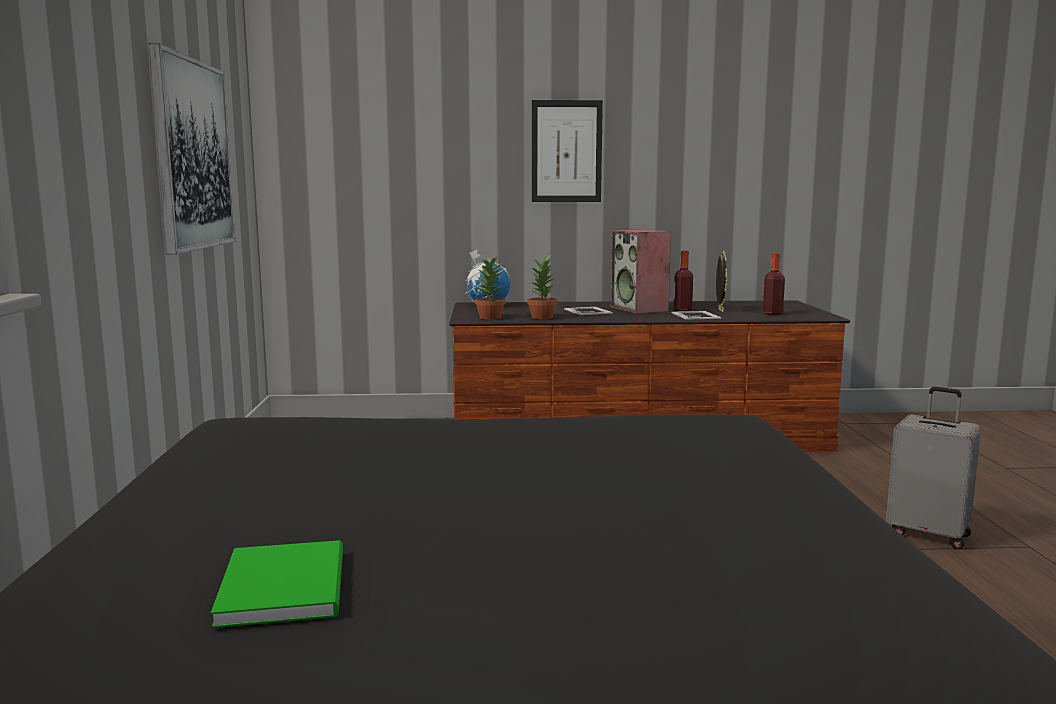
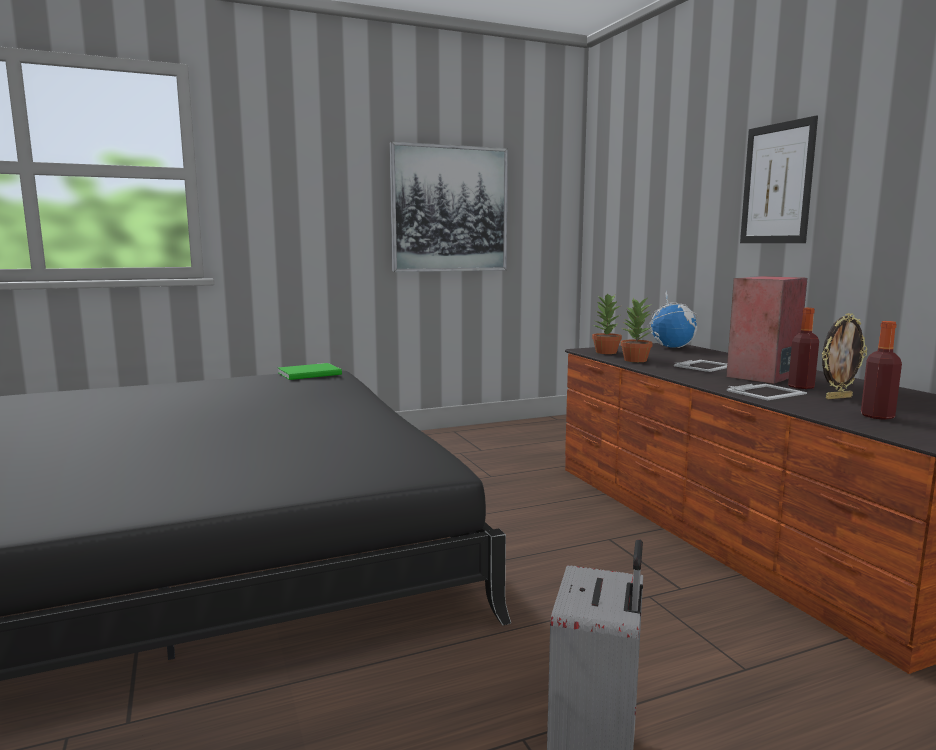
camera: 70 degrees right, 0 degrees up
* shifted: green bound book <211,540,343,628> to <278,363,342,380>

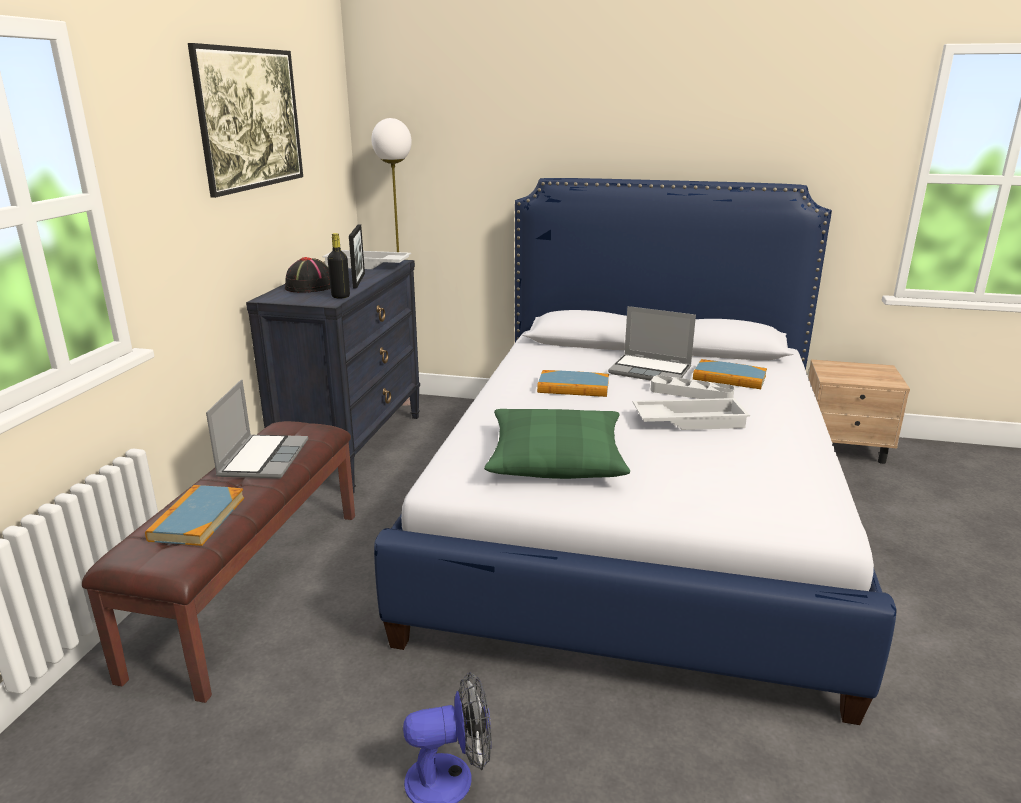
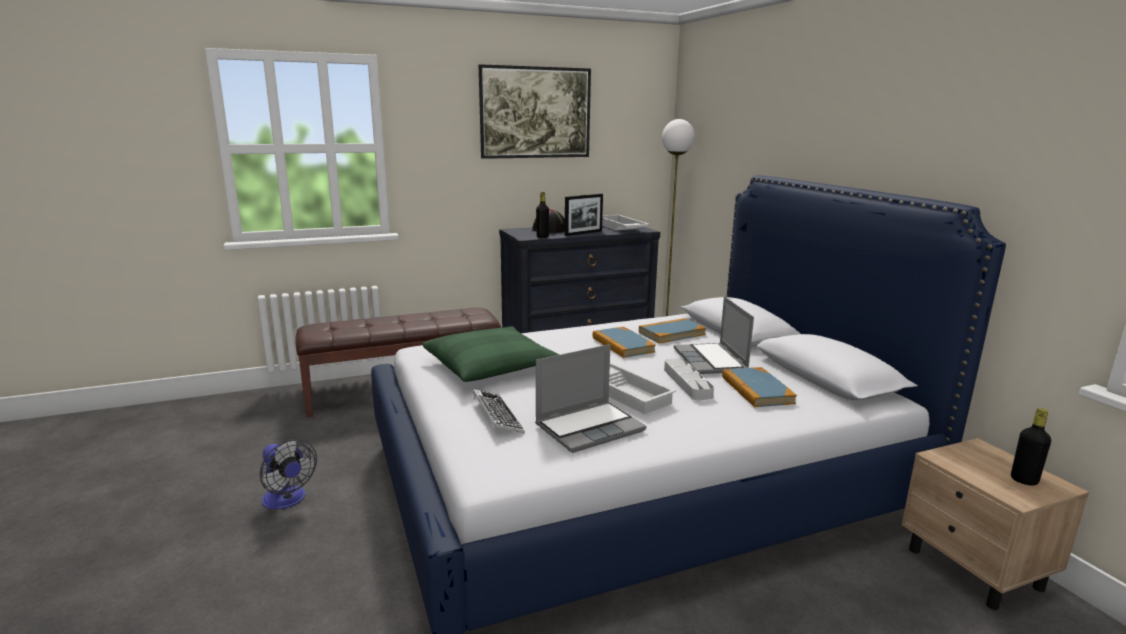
camera: 55 degrees right, 5 degrees down
* new: computer keyboard <472,389,525,433>
* shifted: portable computer <206,379,308,478> to <535,344,646,453>
* shifted: bound book <145,485,244,546> to <639,318,706,343>
* new: black drink bottle <1011,408,1051,486>

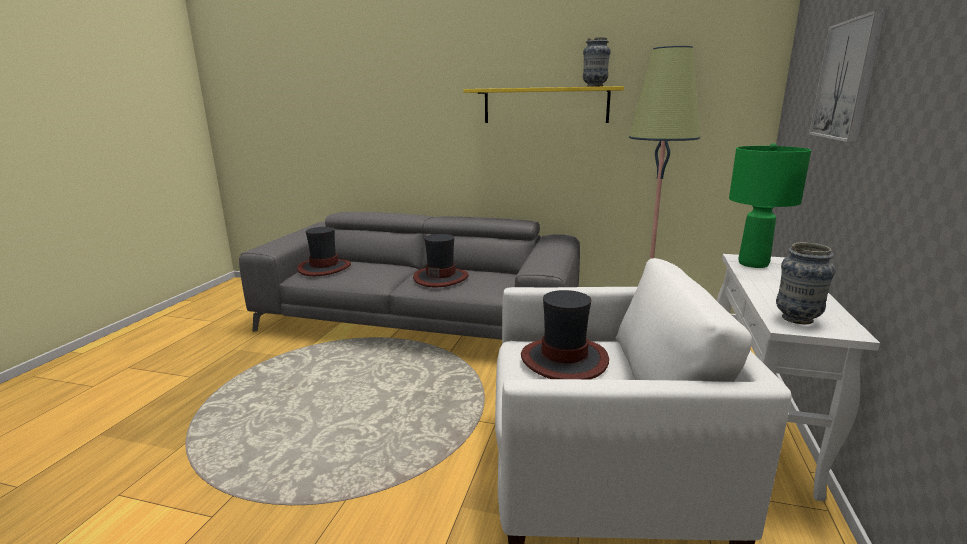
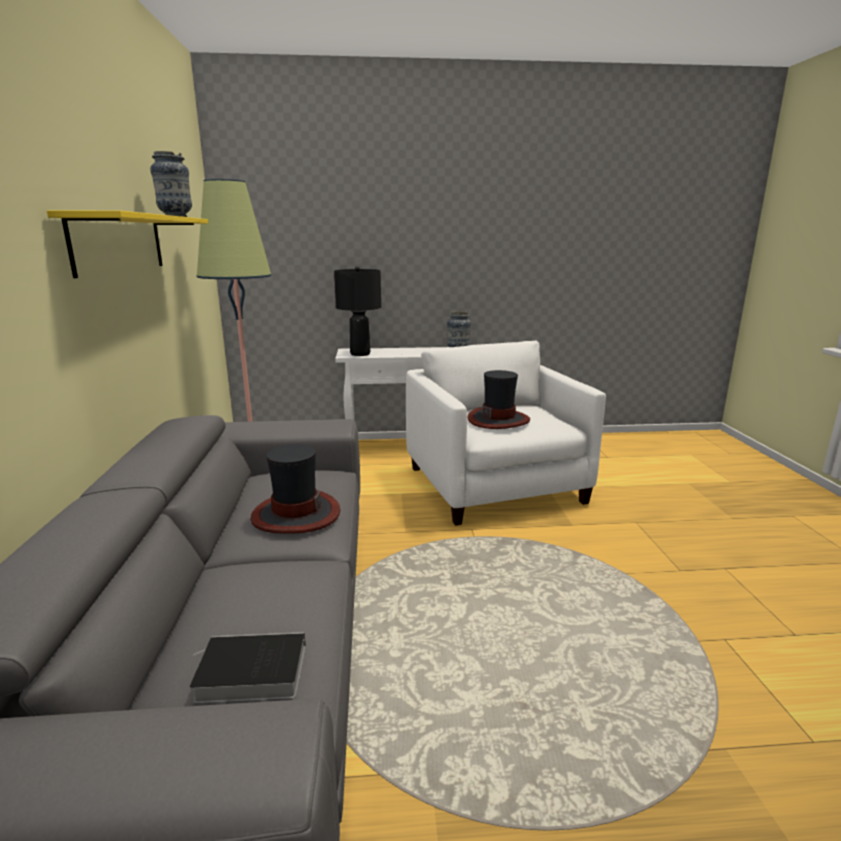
camera: 110 degrees left, 0 degrees up
* swapped: clothing hat <297,227,351,276> to bound book <190,632,306,703>
* repainted: green tabletop lamp <729,143,811,268> to black tabletop lamp <334,267,381,356>
* gone: wall picture <809,10,886,142>

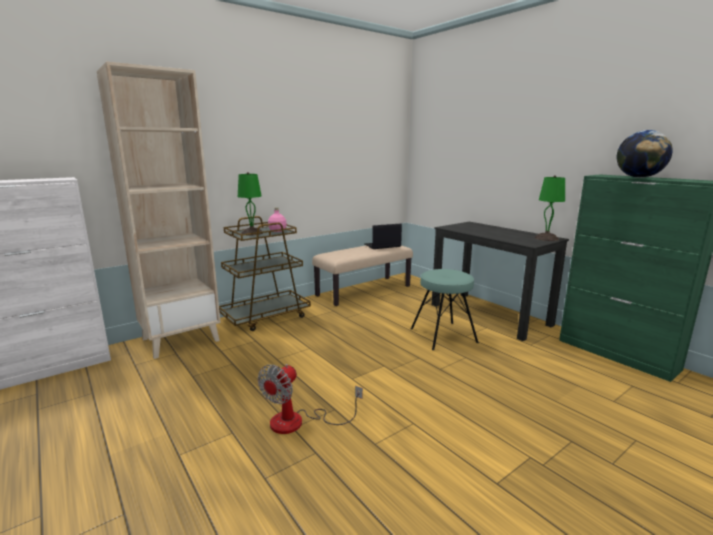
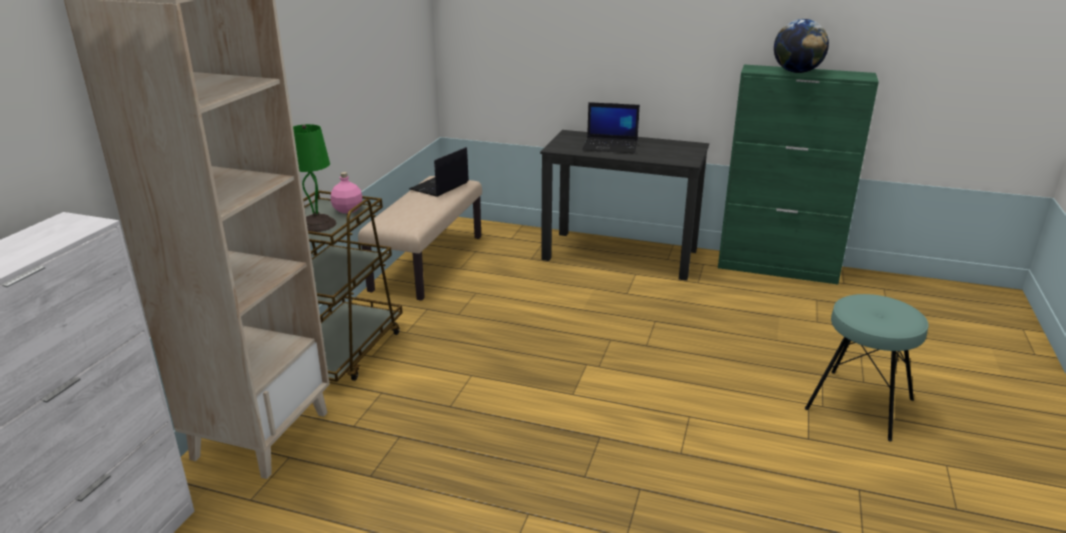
camera: 35 degrees left, 10 degrees up
* new: portable computer <582,102,640,153>
* shifted: turquoise-coloured stool <411,269,479,350> to <805,294,929,442>
* gone: fan <258,364,363,434>
* gone: green tabletop lamp <535,175,565,241>

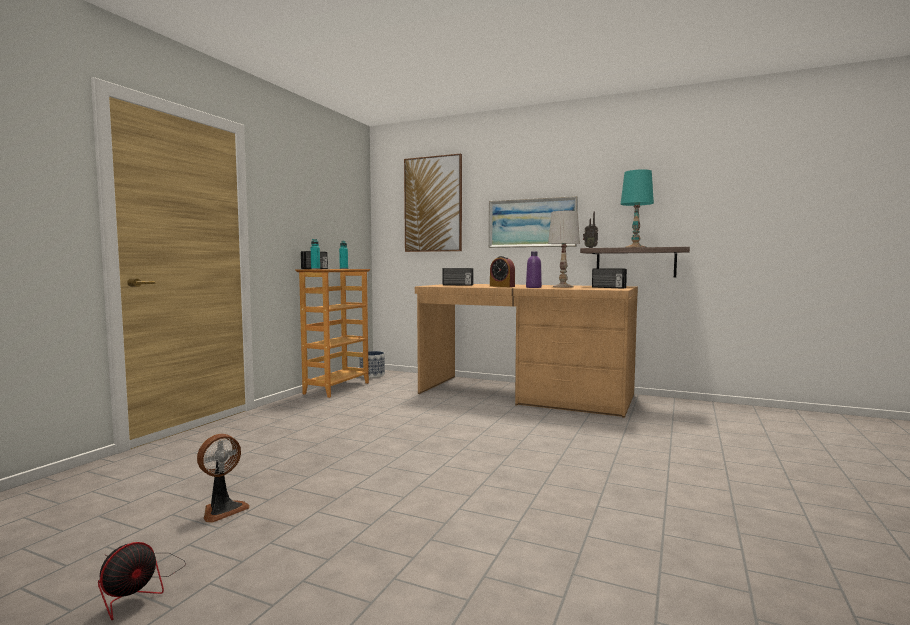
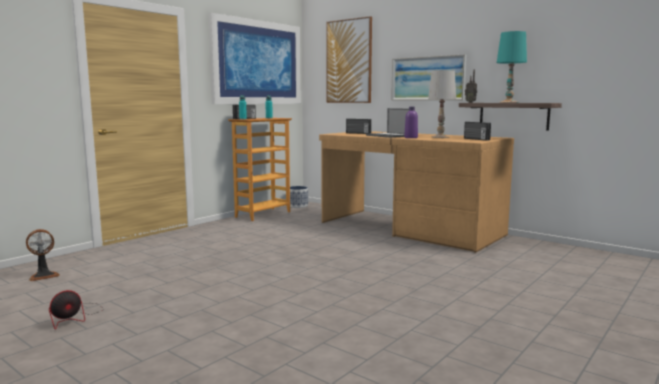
camera: 15 degrees right, 5 degrees up
* shifted: fan <197,434,250,523> to <26,229,60,281>
* new: wall picture <208,13,301,104>
* swapped: table clock <490,256,515,287> to portable computer <366,108,409,138>

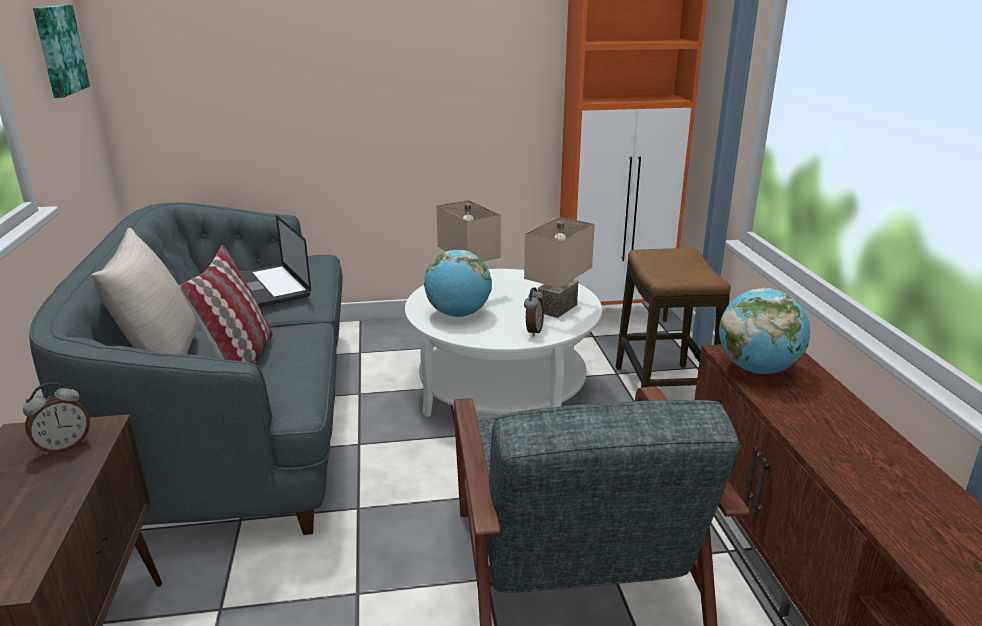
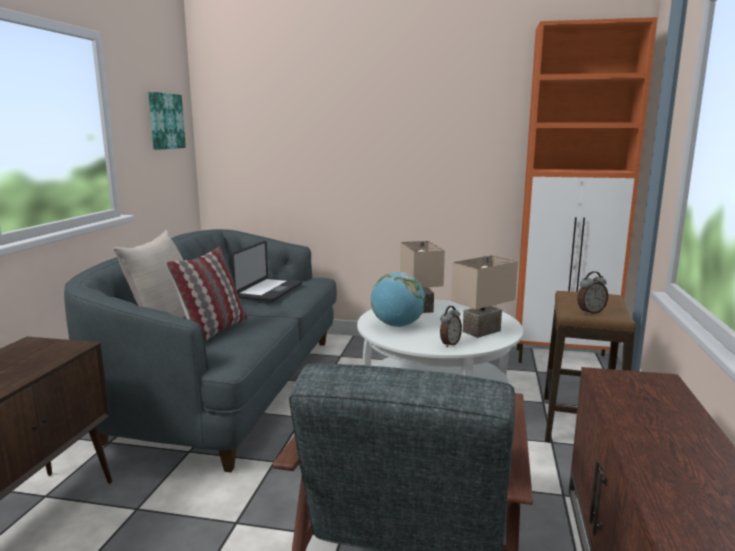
camera: 20 degrees right, 10 degrees down
* rotated: portable computer <240,215,311,307> = <232,241,302,302> 150 degrees counterclockwise
* shifted: table clock <23,382,90,456> to <577,271,608,314>
* gone: globe <719,288,810,374>

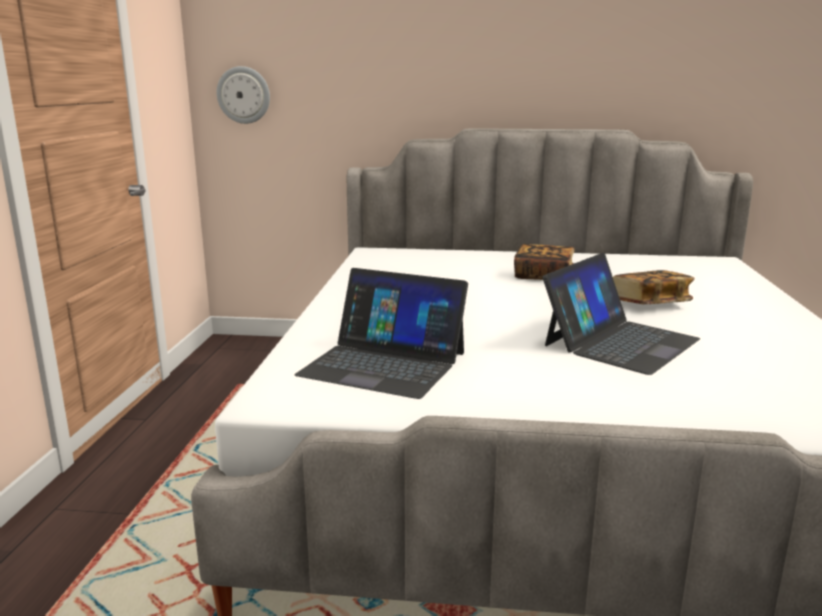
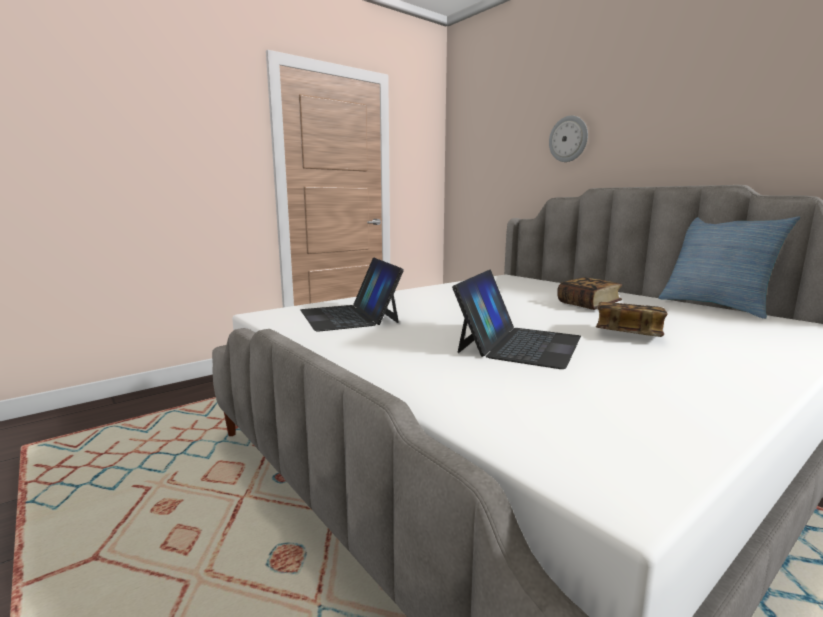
camera: 45 degrees right, 5 degrees down
* rotated: portable computer <543,253,700,375> = <452,270,581,369> 60 degrees counterclockwise
* shifted: hanging clock <217,66,270,124> to <549,115,588,162>
* new: cushion <659,216,800,319>

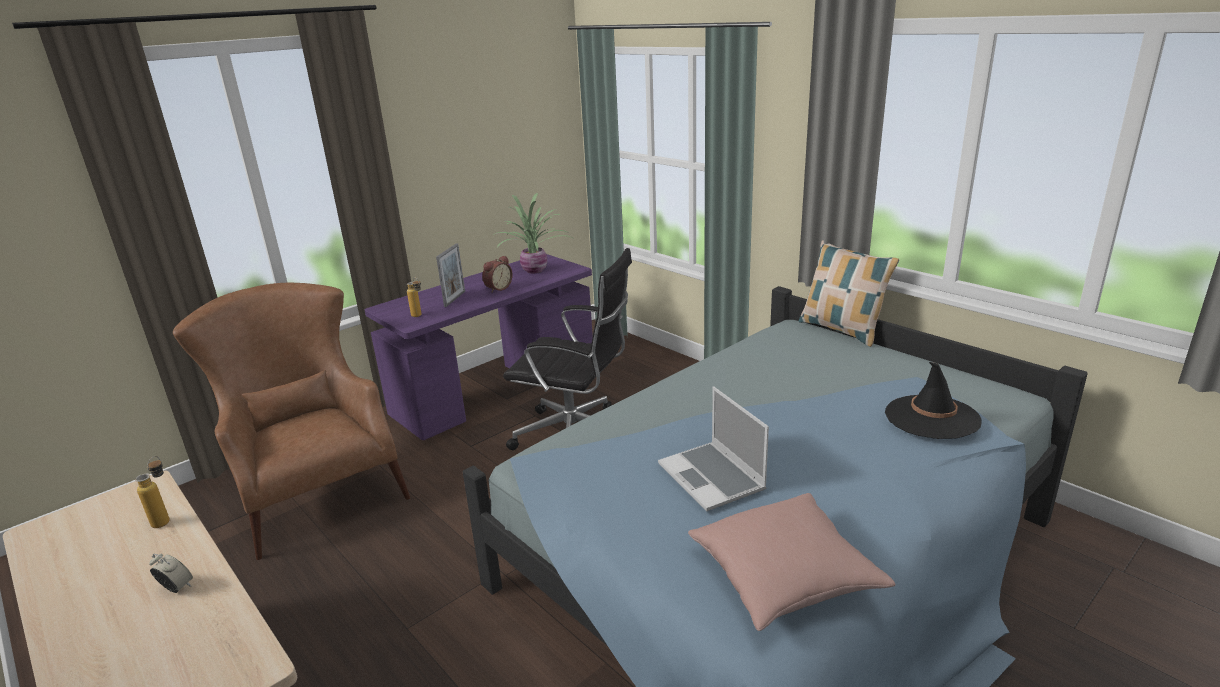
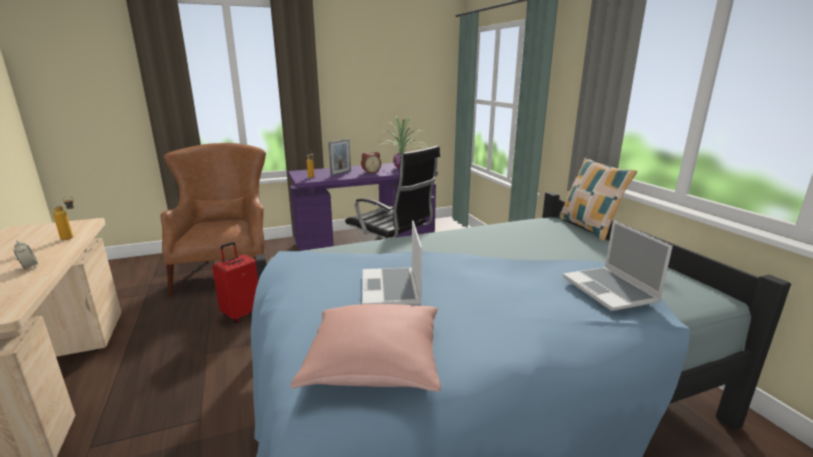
camera: 20 degrees right, 5 degrees down
* new: reddish piece of luggage <212,242,258,323>
* swapped: black clothing hat <885,362,982,439> to portable computer <563,220,673,311>

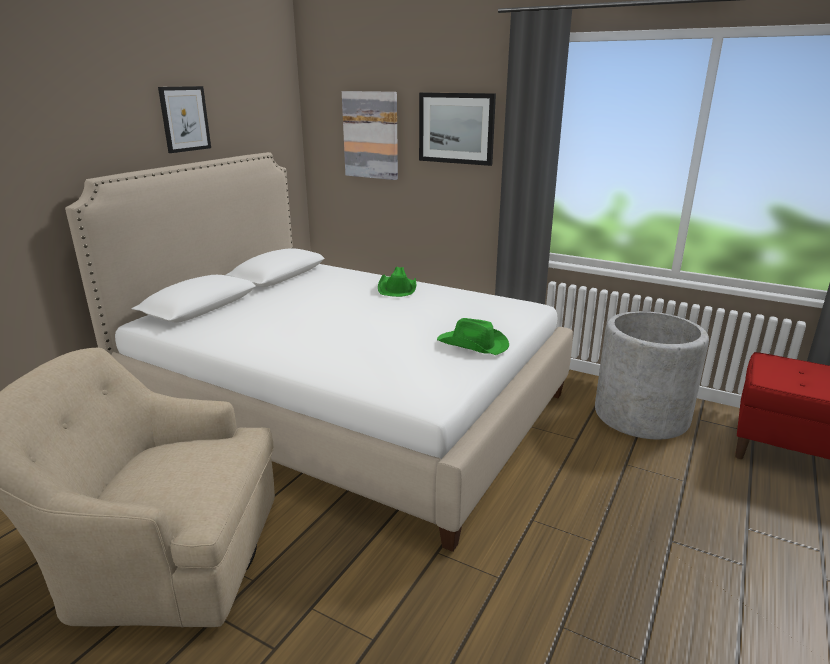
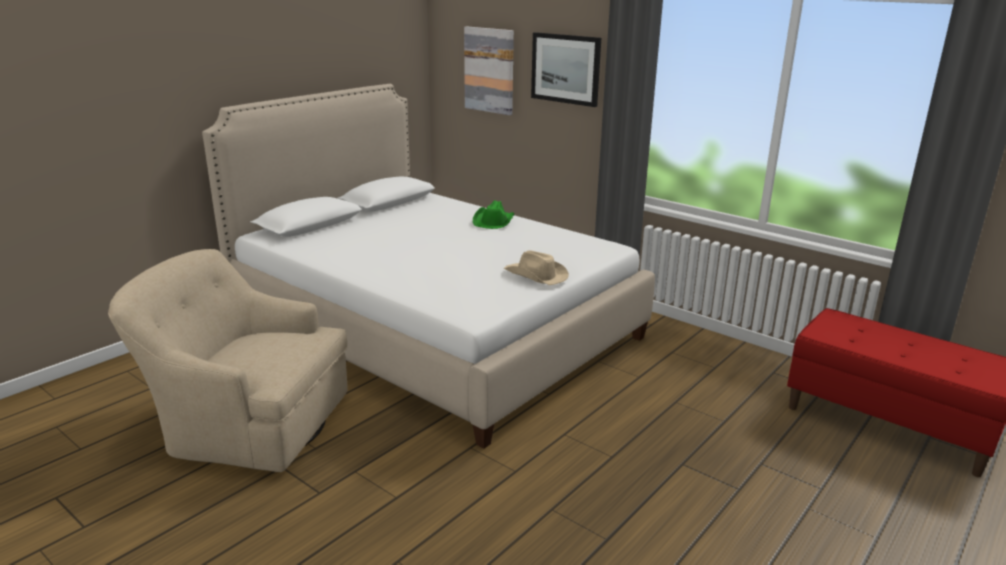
camera: 10 degrees right, 0 degrees up
* repainted: green clothing hat <437,318,509,355> to beige-coloured clothing hat <504,251,569,285>
* gone: wall picture <158,86,211,153>
* gone: gray flower pot <595,311,709,440>

